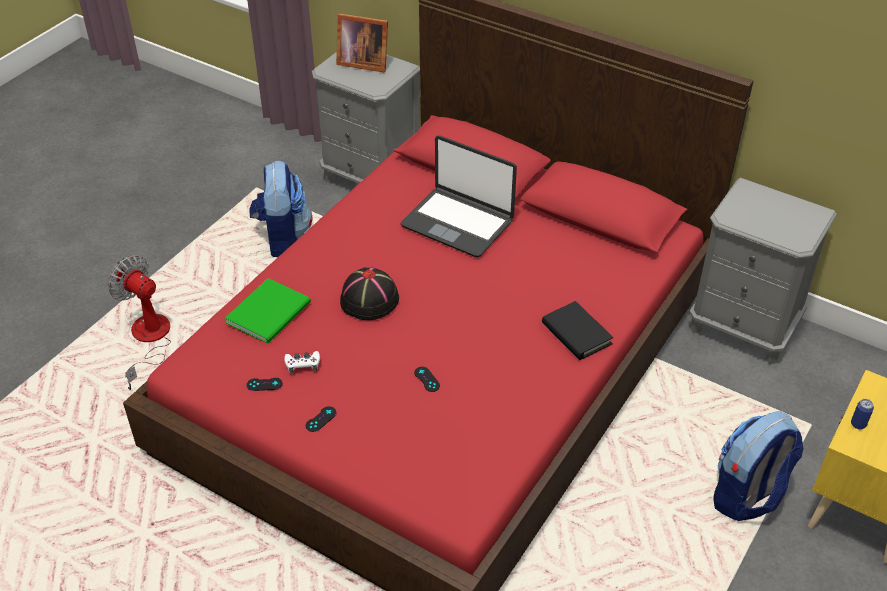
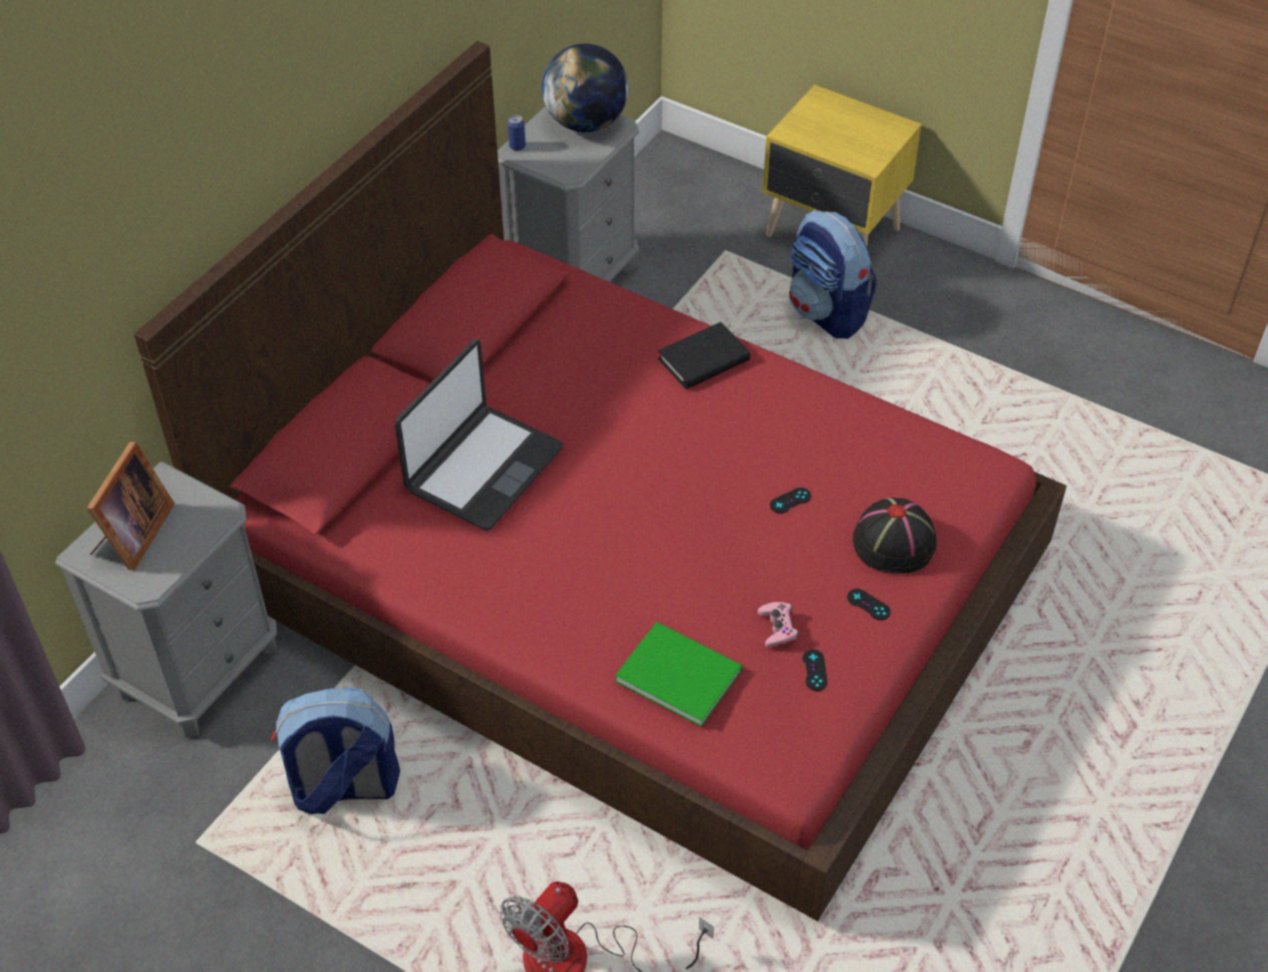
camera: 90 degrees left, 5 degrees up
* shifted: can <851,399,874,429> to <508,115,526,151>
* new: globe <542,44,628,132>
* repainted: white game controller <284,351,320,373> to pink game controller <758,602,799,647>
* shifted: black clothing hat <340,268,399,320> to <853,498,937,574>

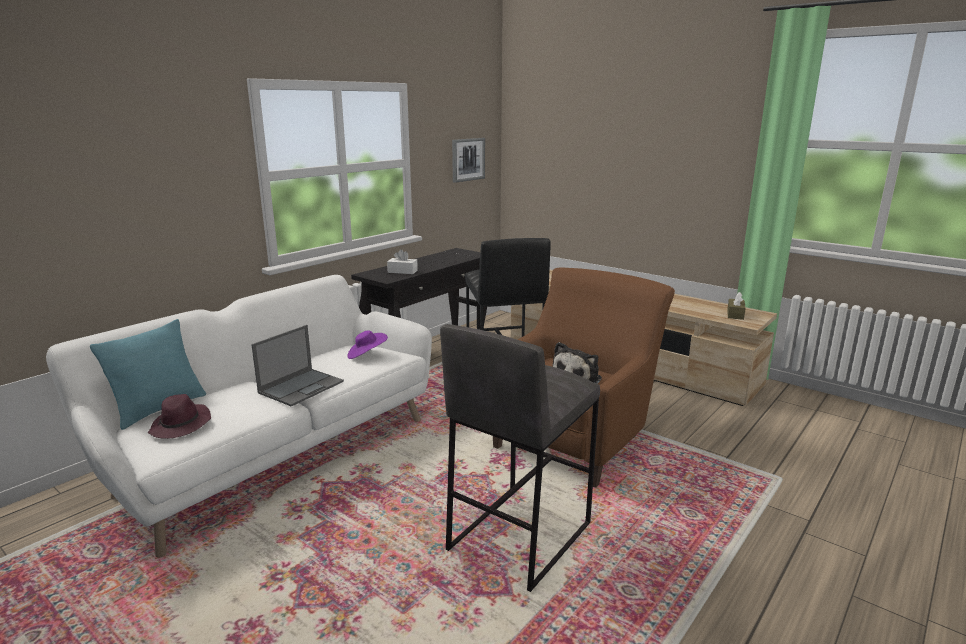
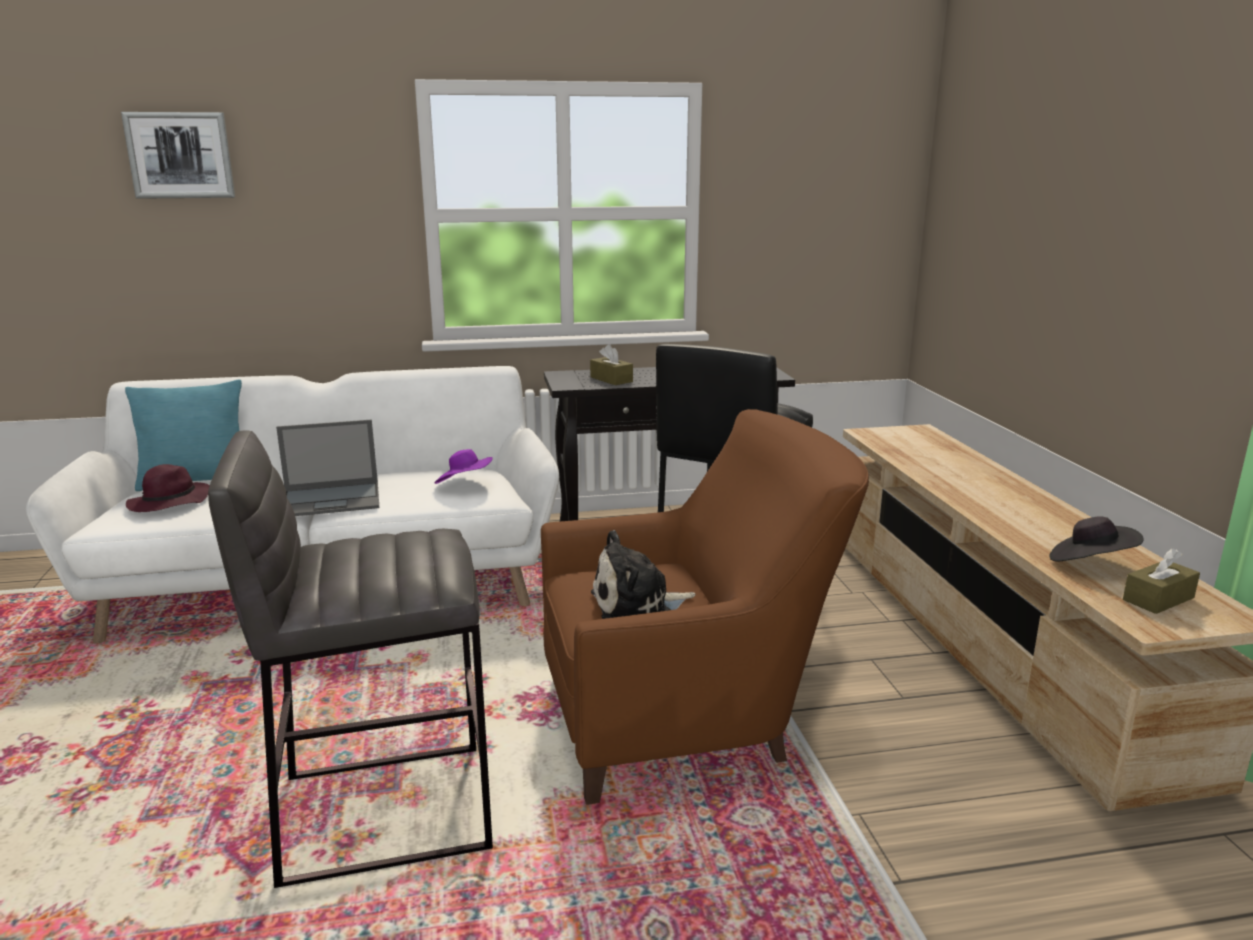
camera: 40 degrees right, 0 degrees up
* shifted: wall picture <452,138,485,183> to <121,112,235,199>
* repainted: white tissue box <387,249,418,274> to brownish tissue box <590,344,633,385>
* new: black clothing hat <1049,516,1144,562>

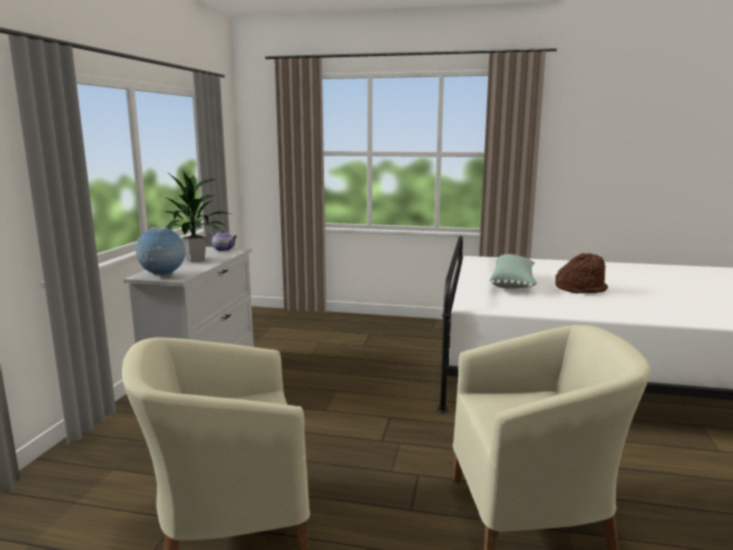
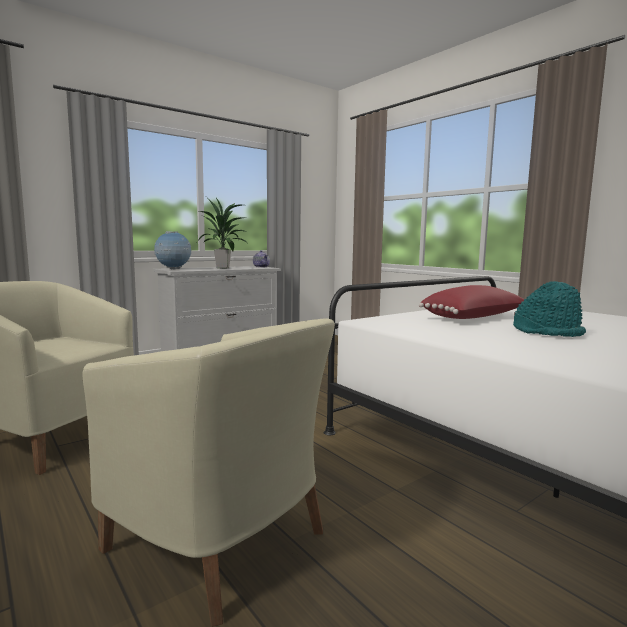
camera: 40 degrees right, 5 degrees down
* repainted: green cushion <490,254,537,289> to reddish cushion <419,285,524,319>
* repainted: brownish clothing hat <555,253,608,293> to turquoise-coloured clothing hat <513,281,586,337>

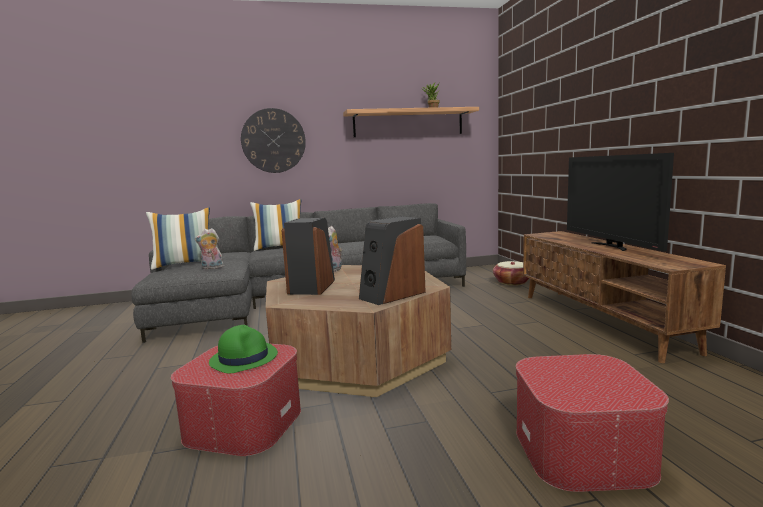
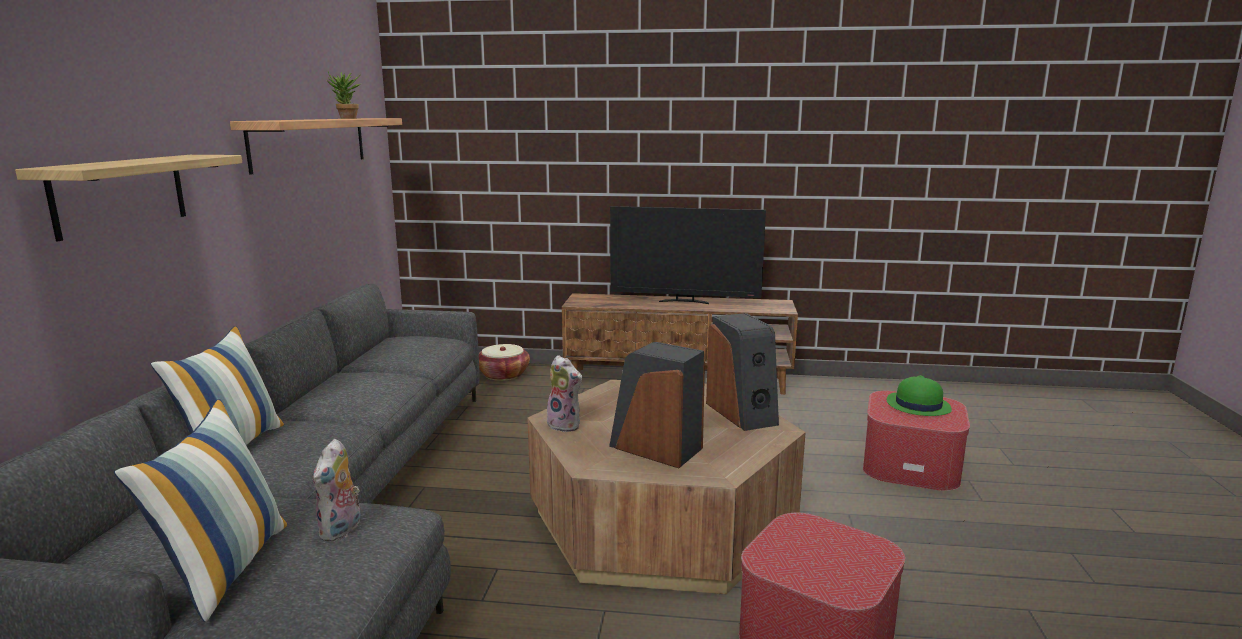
camera: 70 degrees left, 5 degrees up
* swapped: hanging clock <241,108,306,173> to shelf <15,155,242,241>
* shifted: green clothing hat <209,325,278,373> to <887,375,952,416>

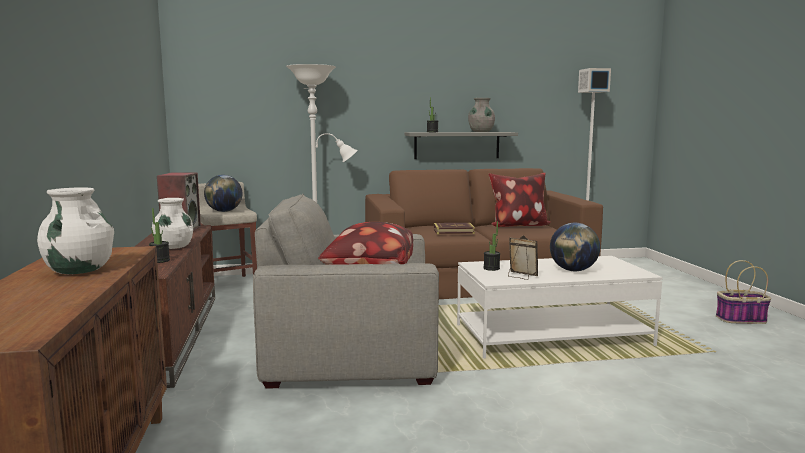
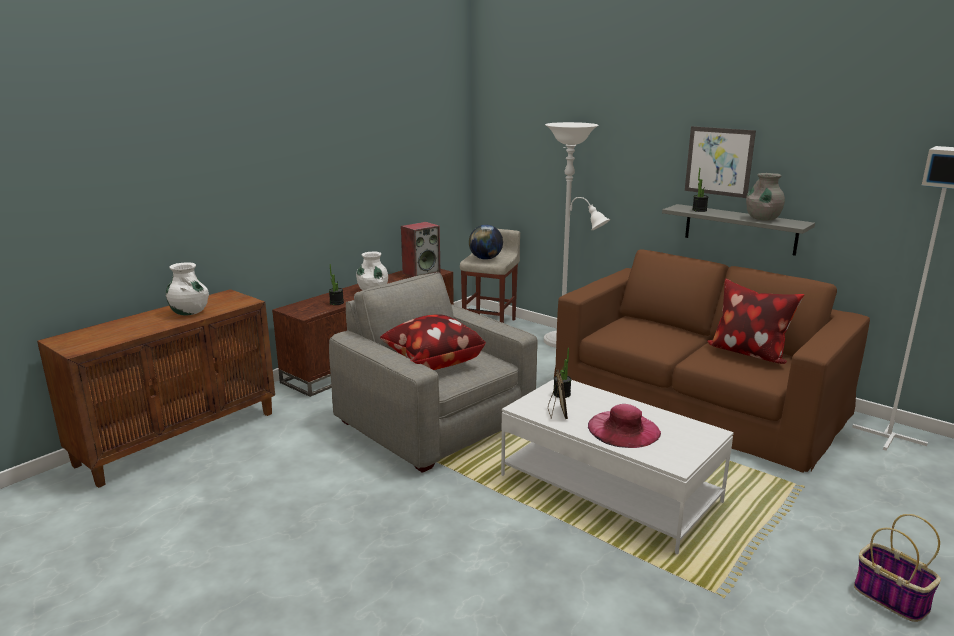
camera: 50 degrees right, 10 degrees up
* swapped: globe <550,223,600,271> to pink clothing hat <588,404,661,448>
* new: wall picture <685,126,756,198>
* gone: bound book <434,223,475,234>

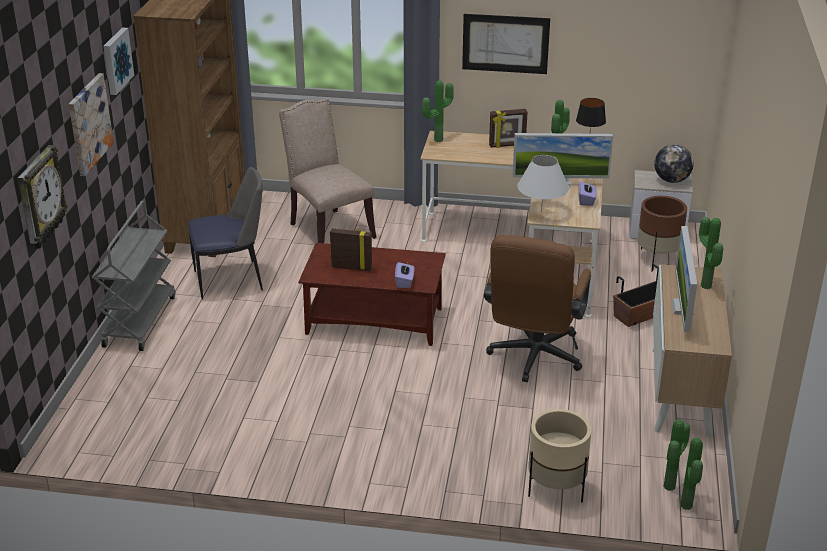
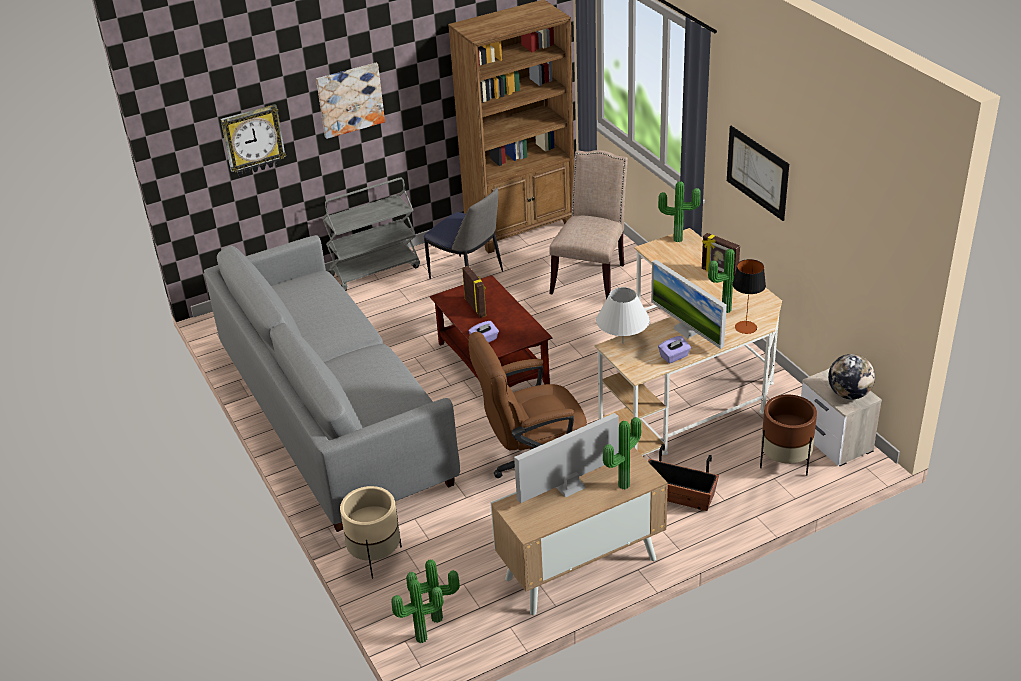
camera: 55 degrees right, 5 degrees up
* new: gray settee <204,235,460,532>
* gone: wall picture <103,28,134,95>

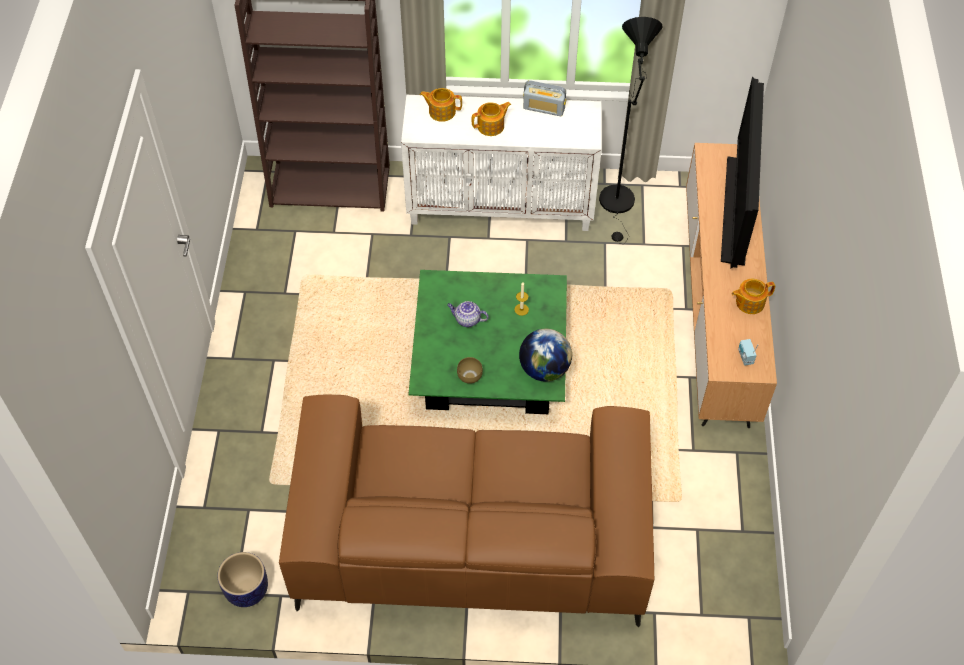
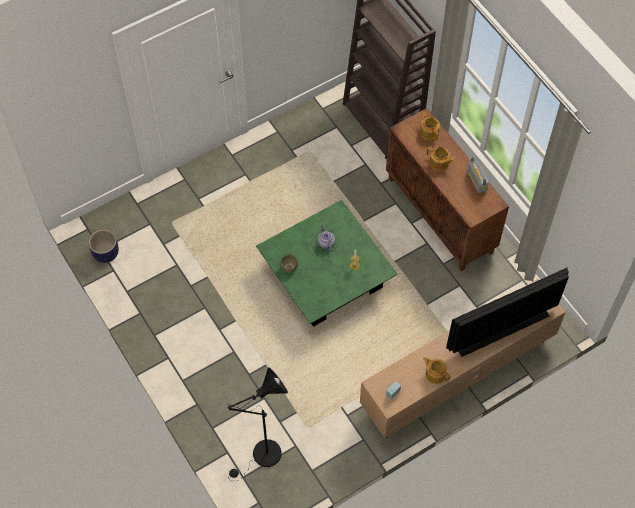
camera: 55 degrees right, 5 degrees up
* shifted: black standing lamp <599,17,663,244> to <228,367,288,481>
* repainted: white storage cabinet <401,95,602,231> to brownish storage cabinet <386,108,509,271>
* gone: brownish settee <279,395,654,627>
* gone: globe <519,329,572,382>

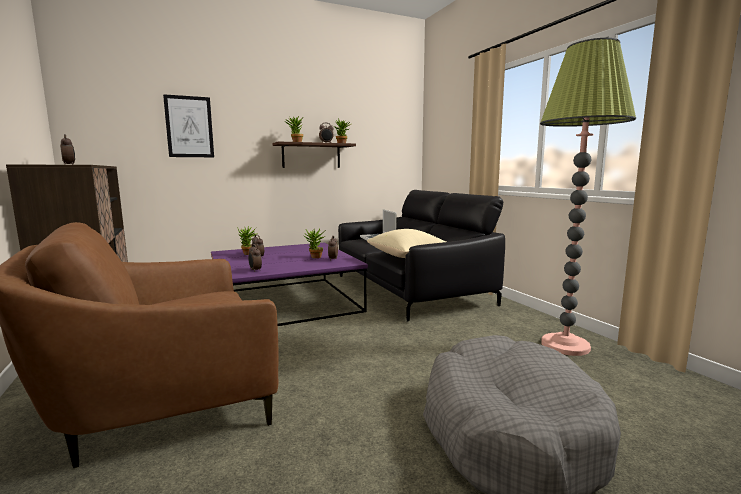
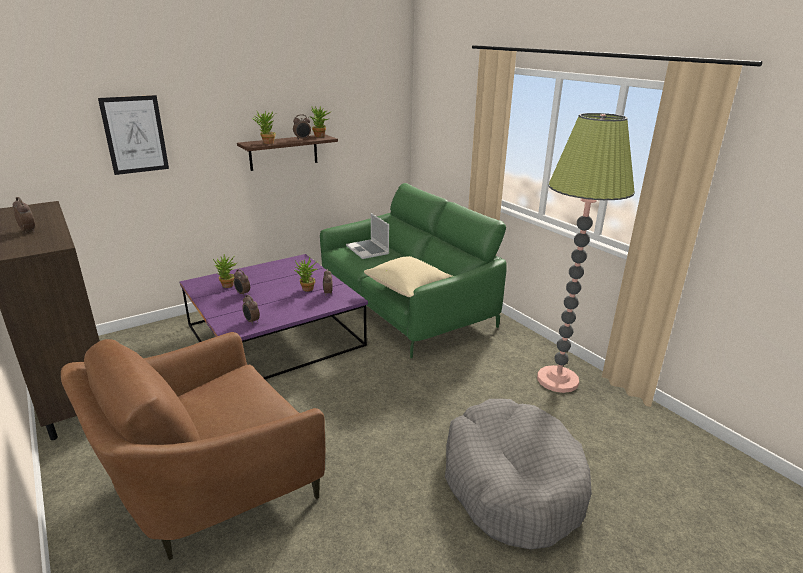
camera: 10 degrees left, 15 degrees up
* repainted: black settee <338,190,505,322> to green settee <320,183,507,358>

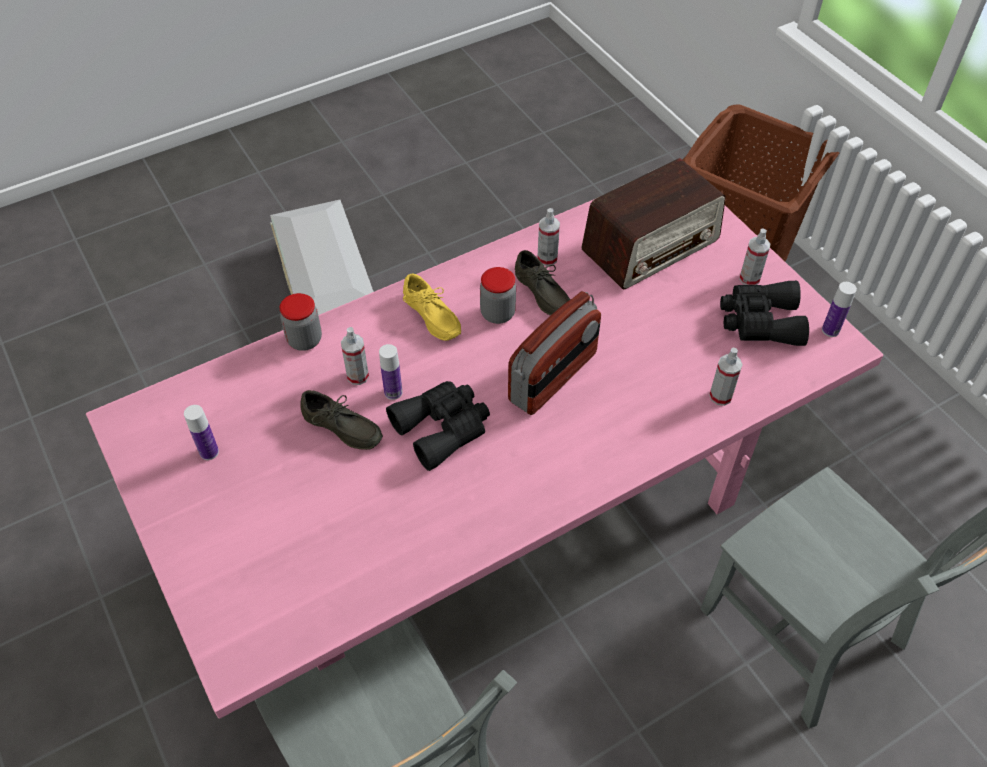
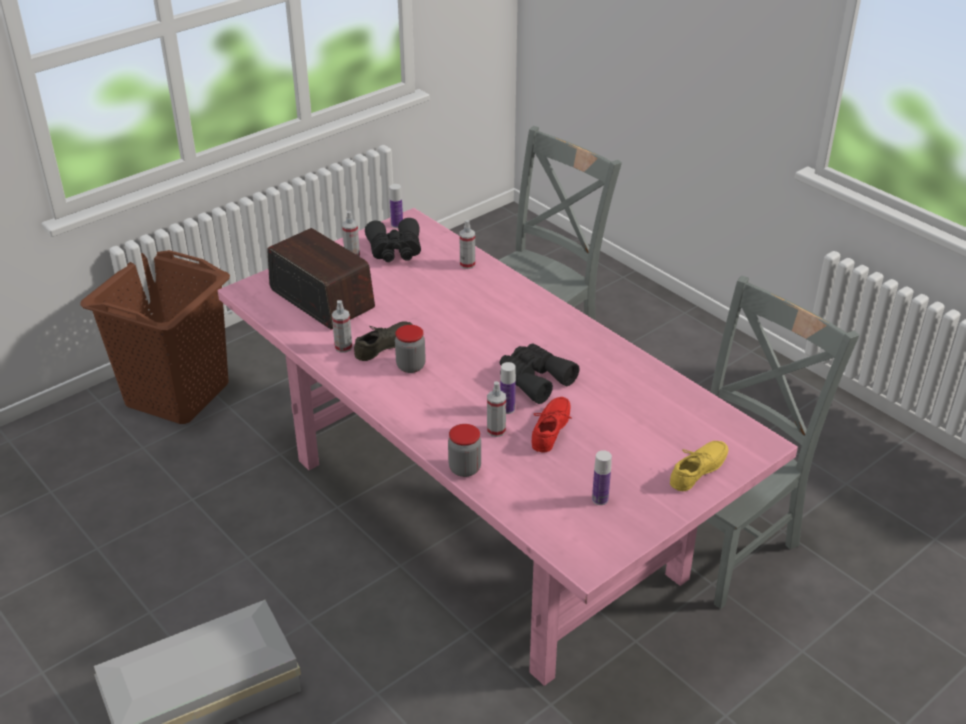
camera: 100 degrees left, 15 degrees down
* repainted: gray shoe <300,390,383,450> to reddish shoe <531,397,571,453>
* shifted: yellowish shoe <403,274,461,341> to <670,441,729,491>
* gone: radio set <508,291,601,415>

